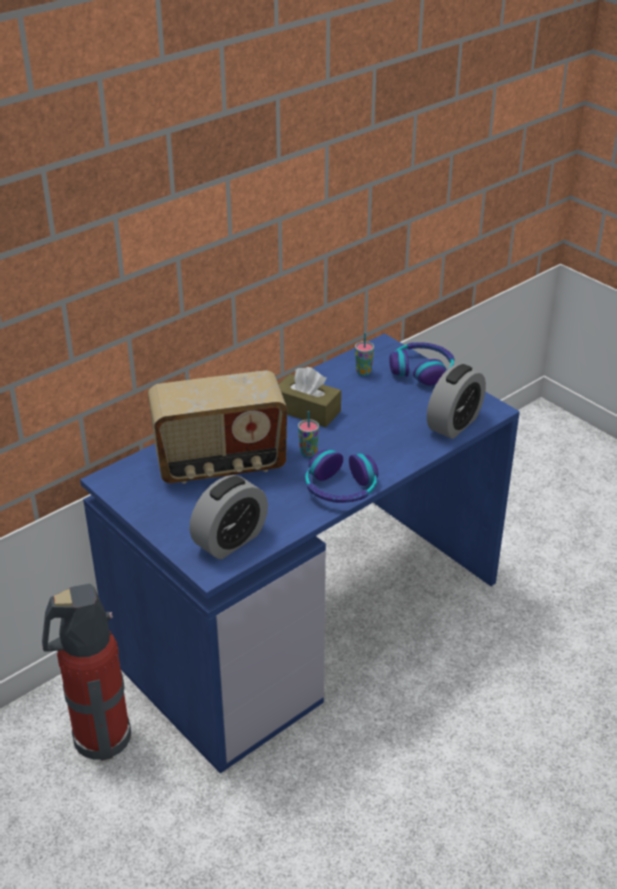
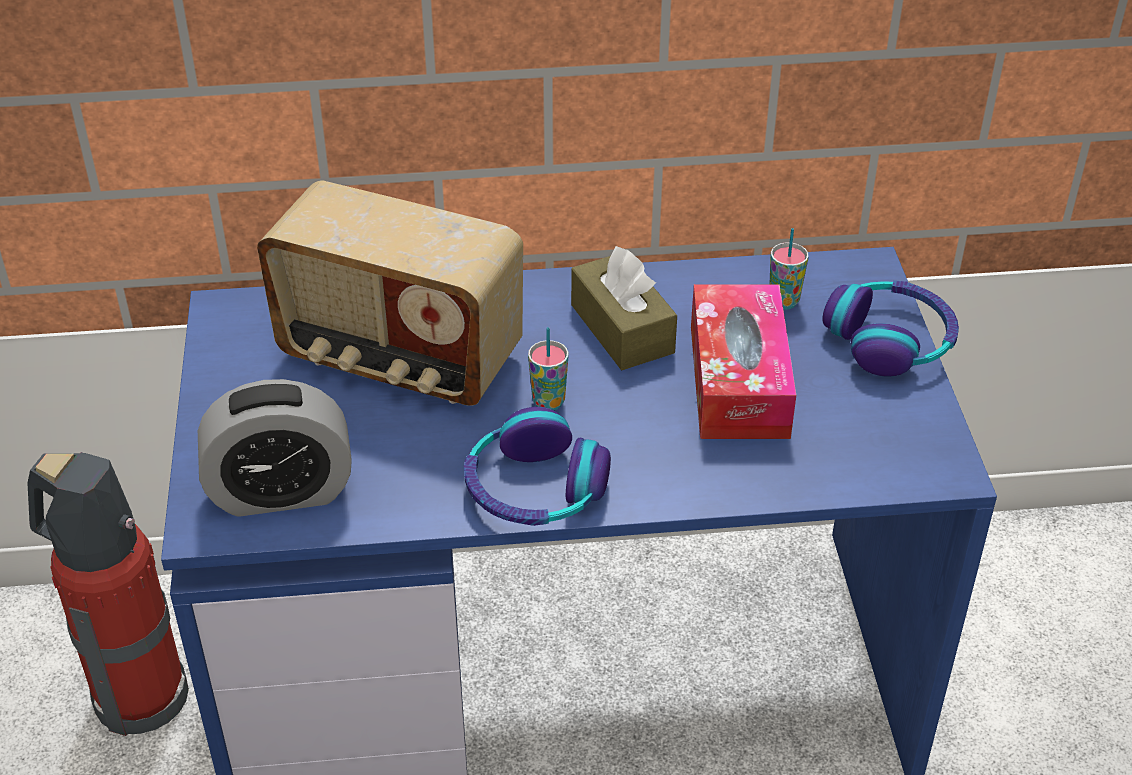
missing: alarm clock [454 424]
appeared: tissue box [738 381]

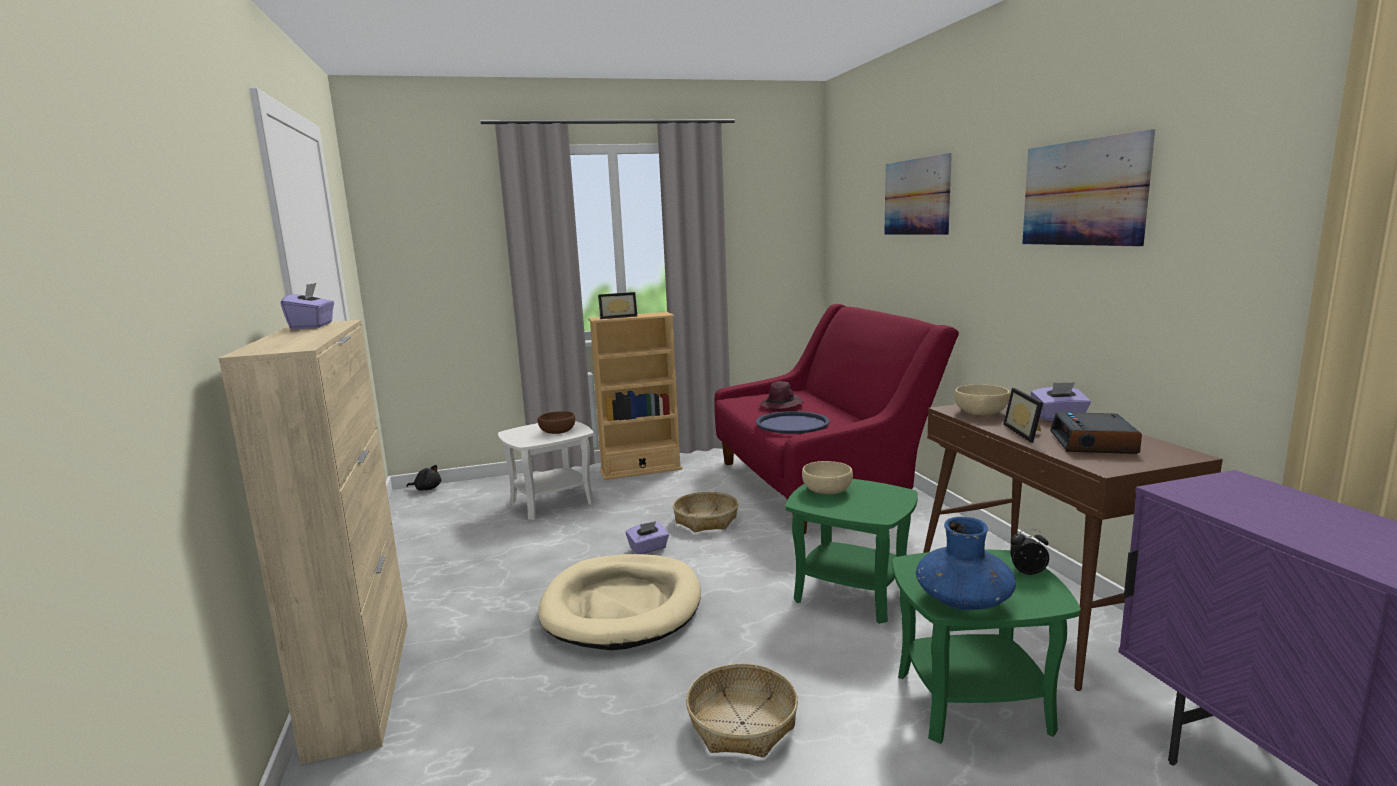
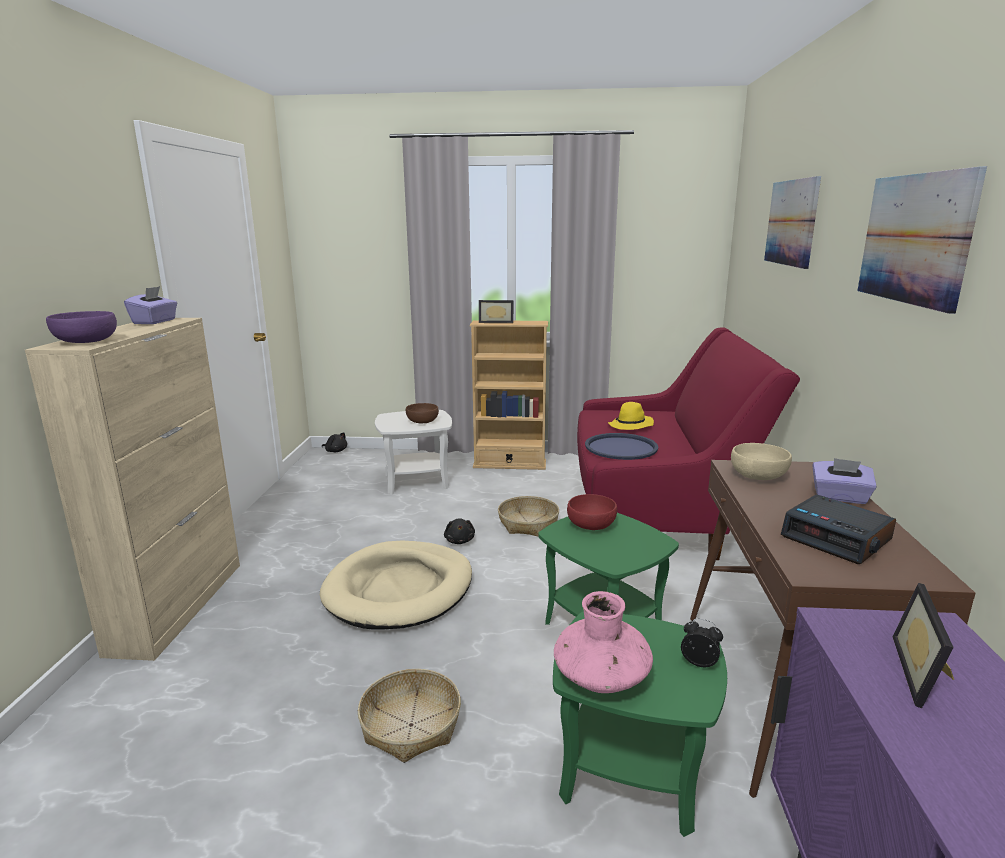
appeared: purple bowl [86 342]
relocated: picture frame [1027 433] to [926 674]
exchanged: purple tissue box [648 549] to black plush toy [459 541]
colour: blue vase [963 601] to pink vase [601 676]; beige bowl [826 490] to red bowl [591 524]; purple hat [781 405] to yellow hat [631 426]
spun: alarm clock [1094 443] = [837 538] 75 degrees counterclockwise

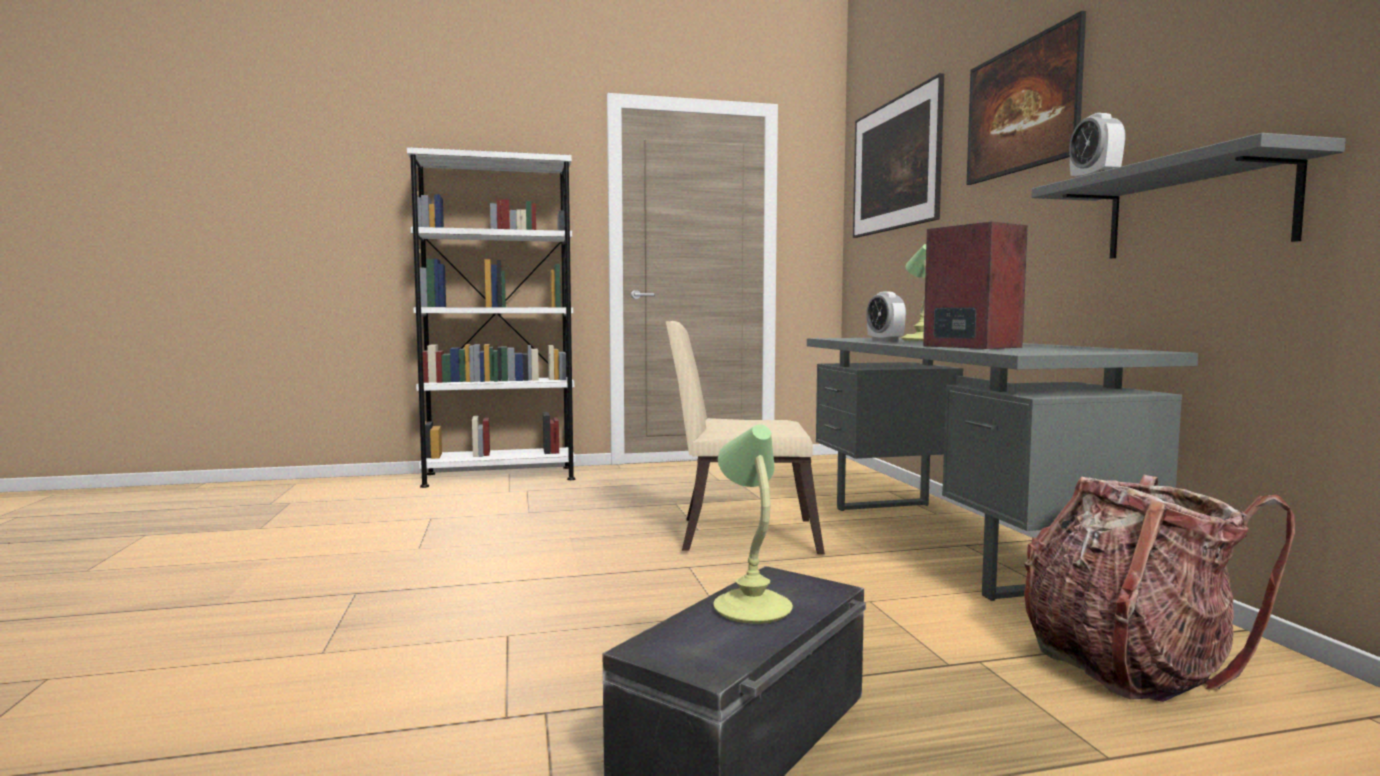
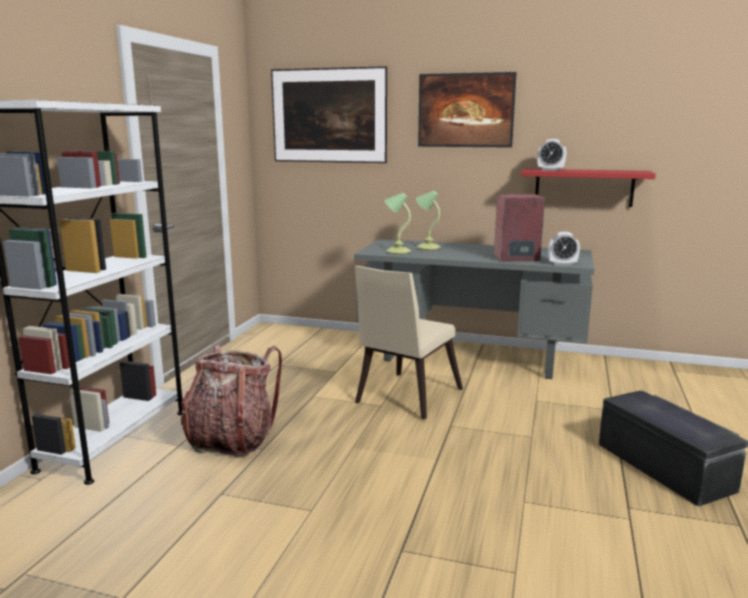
relocated: backpack [1128 665] to [231 440]; table lamp [752 608] to [397 251]; alarm clock [885 341] to [562 264]
colour: grey shelf [1196 210] to red shelf [584 187]

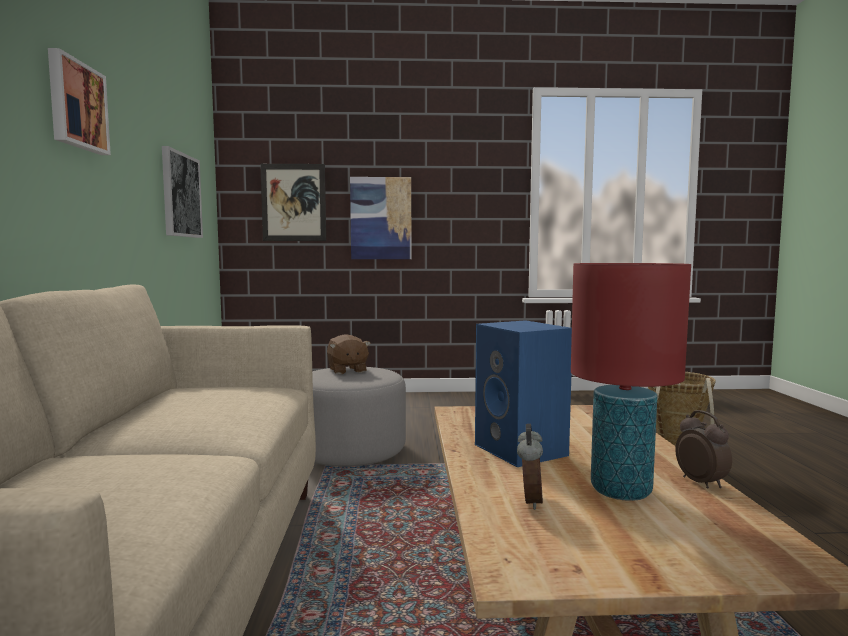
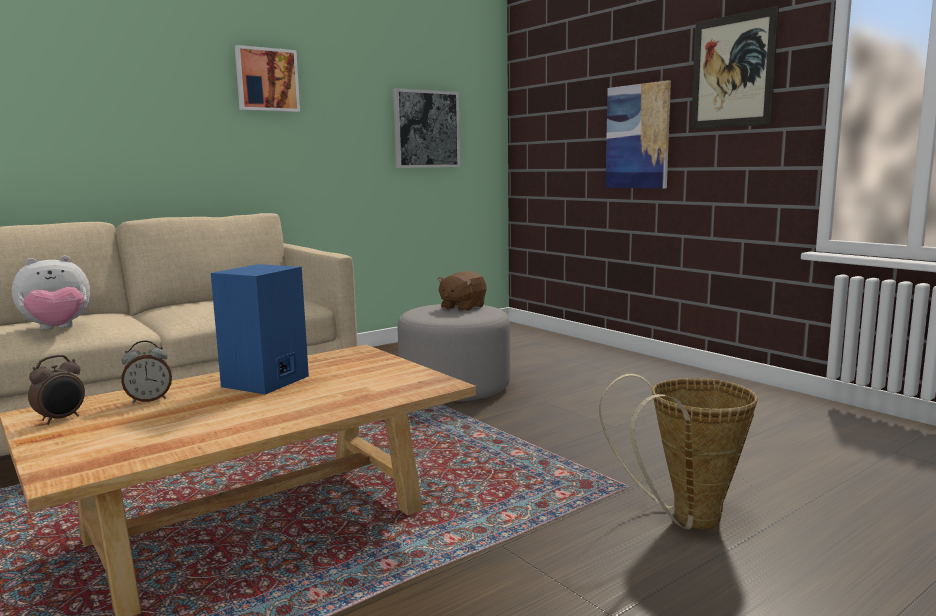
missing: red table lamp [620 490]
appeared: plush toy [57 329]
relocated: alarm clock [701 482] to [61 419]; picture [293 202] to [732 71]

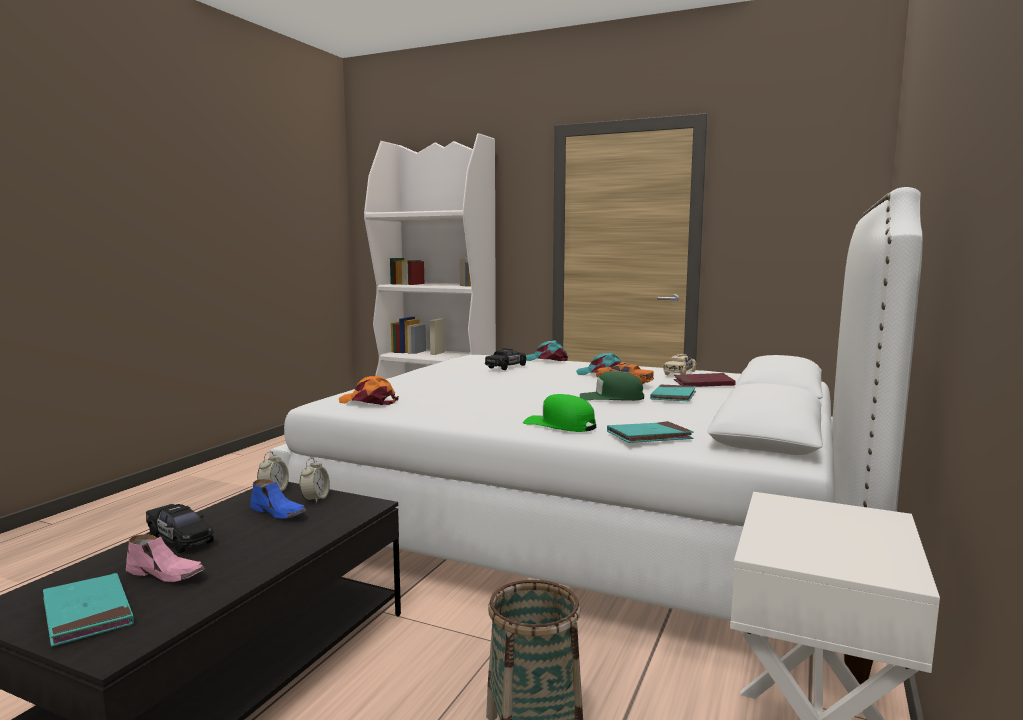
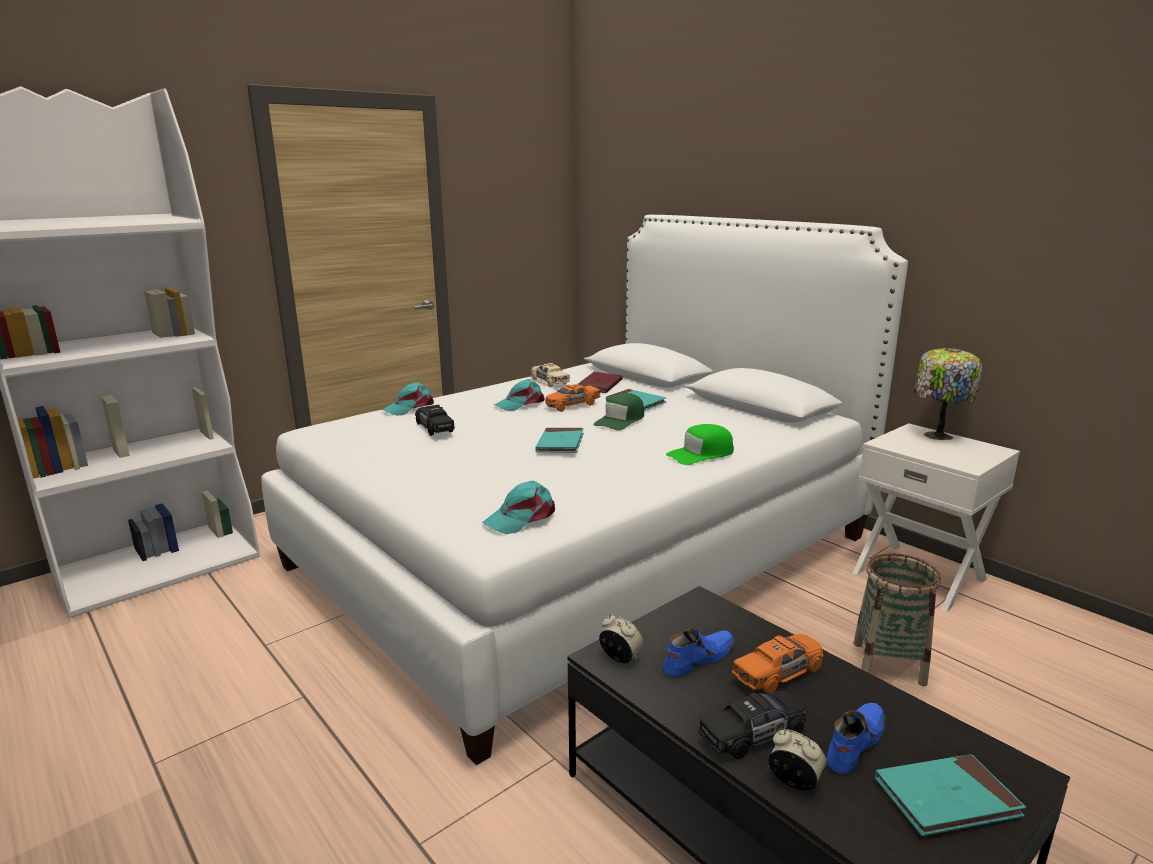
appeared: orange toy car [778 673]; table lamp [937 436]
relocated: turquoise book [649 437] to [560 444]; alarm clock [315 499] to [794 781]
colour: orange cap [368 402] to turquoise cap [522 517]; pink shoe [167 574] to blue shoe [853 743]

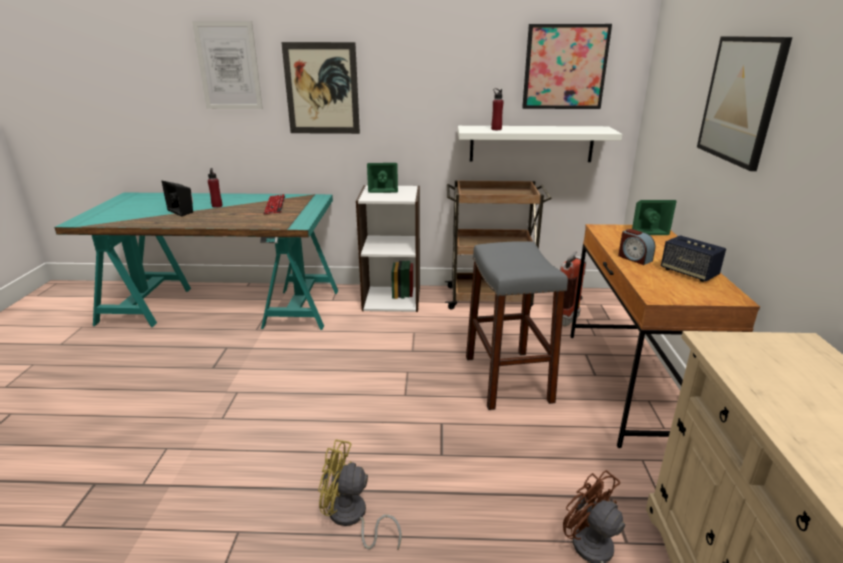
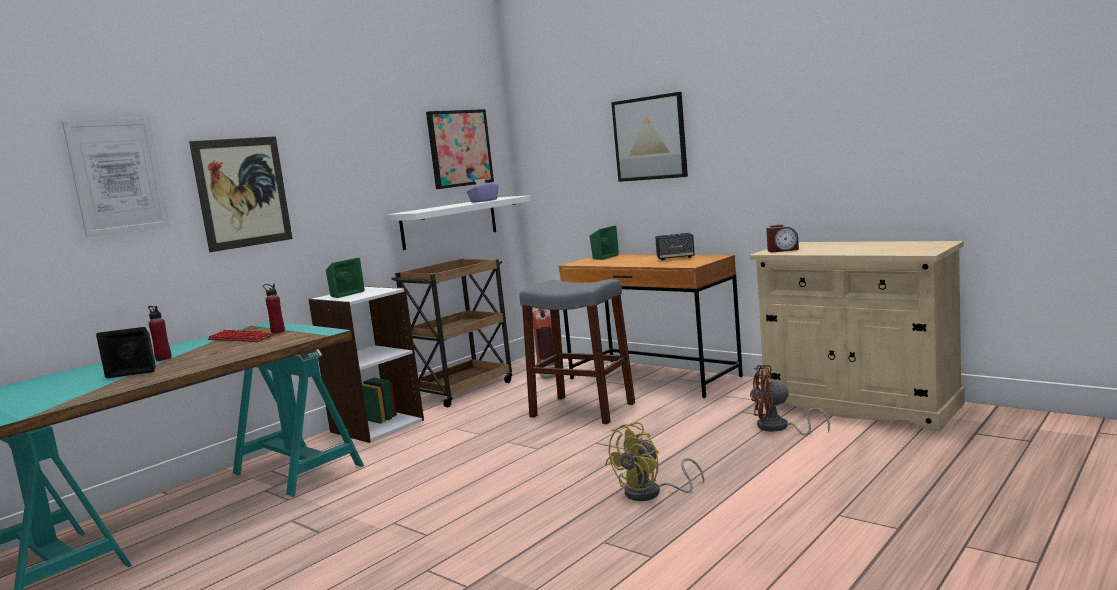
appeared: purple tissue box [483 201]
relocated: red bottle [496 129] to [278 332]; alarm clock [634 258] to [782 250]

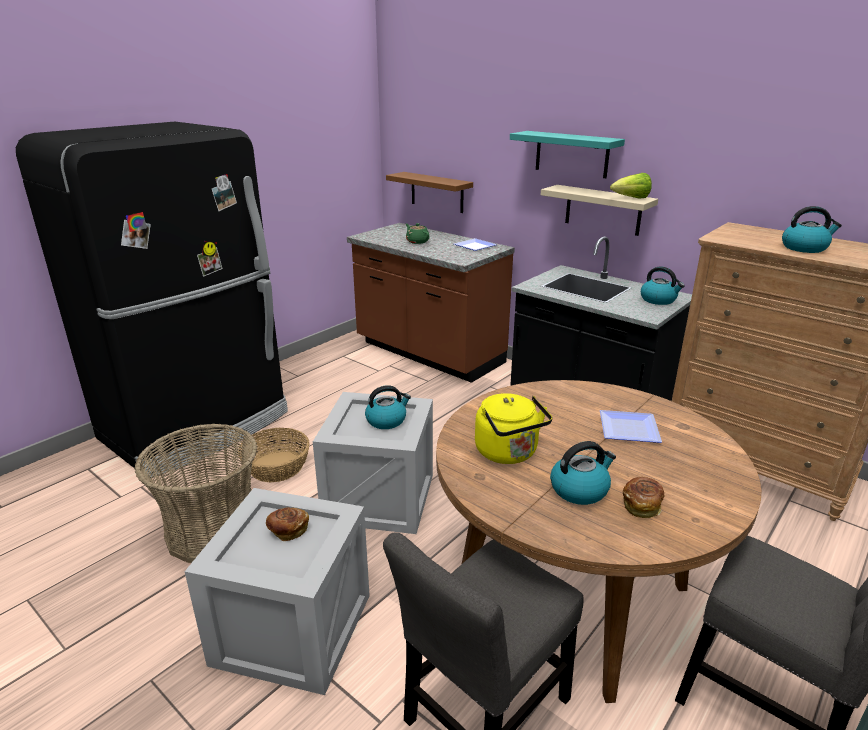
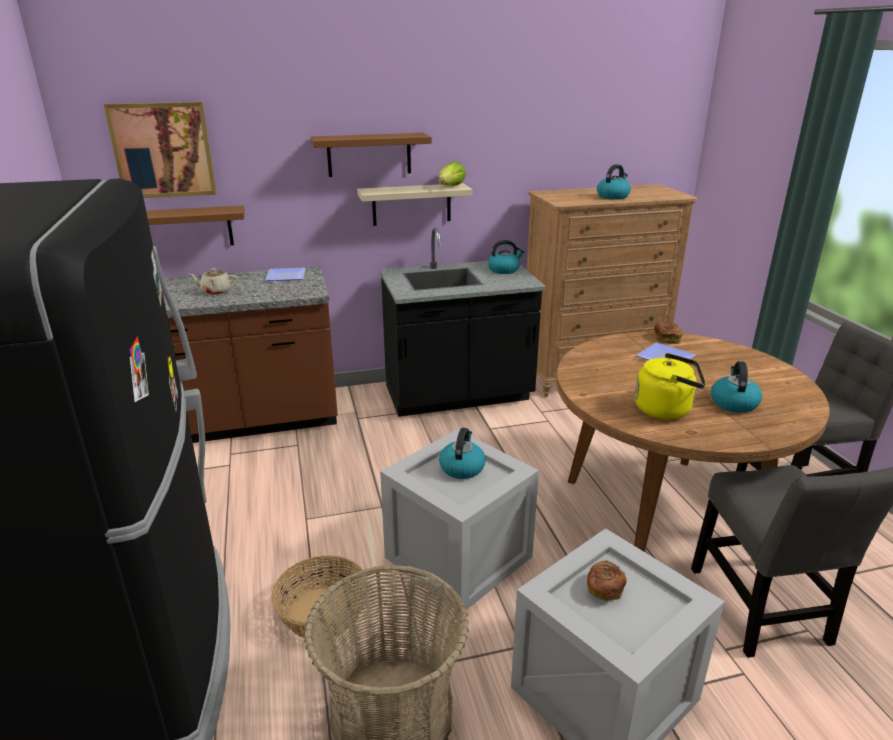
appeared: picture [163 150]
relocated: bread [642 505] to [666 338]
colour: green teapot [417 241] to beige teapot [216 291]; turquoise shelf [571 154] to brown shelf [369 155]

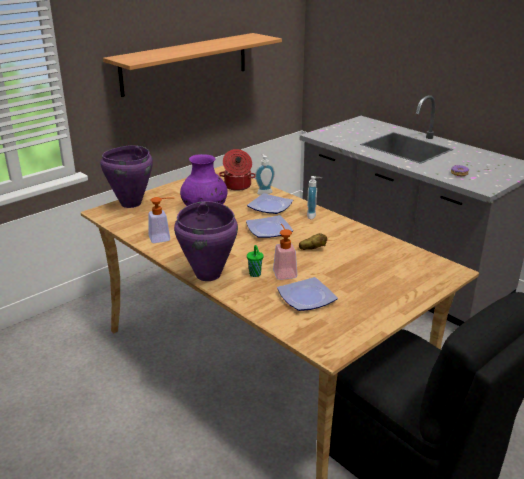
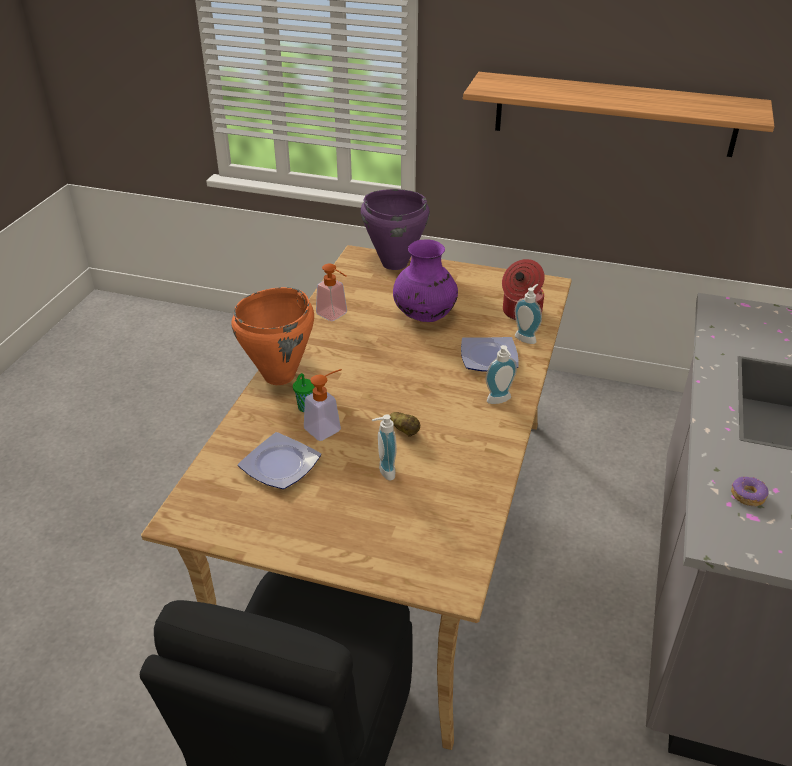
missing: plate [270 230]
appeared: soap dispenser [383 471]
colour: purple cooking pot [208 274] to orange cooking pot [280 376]

